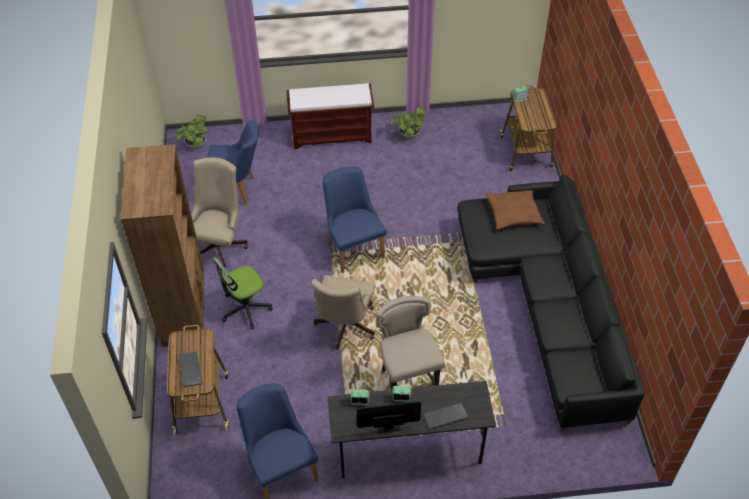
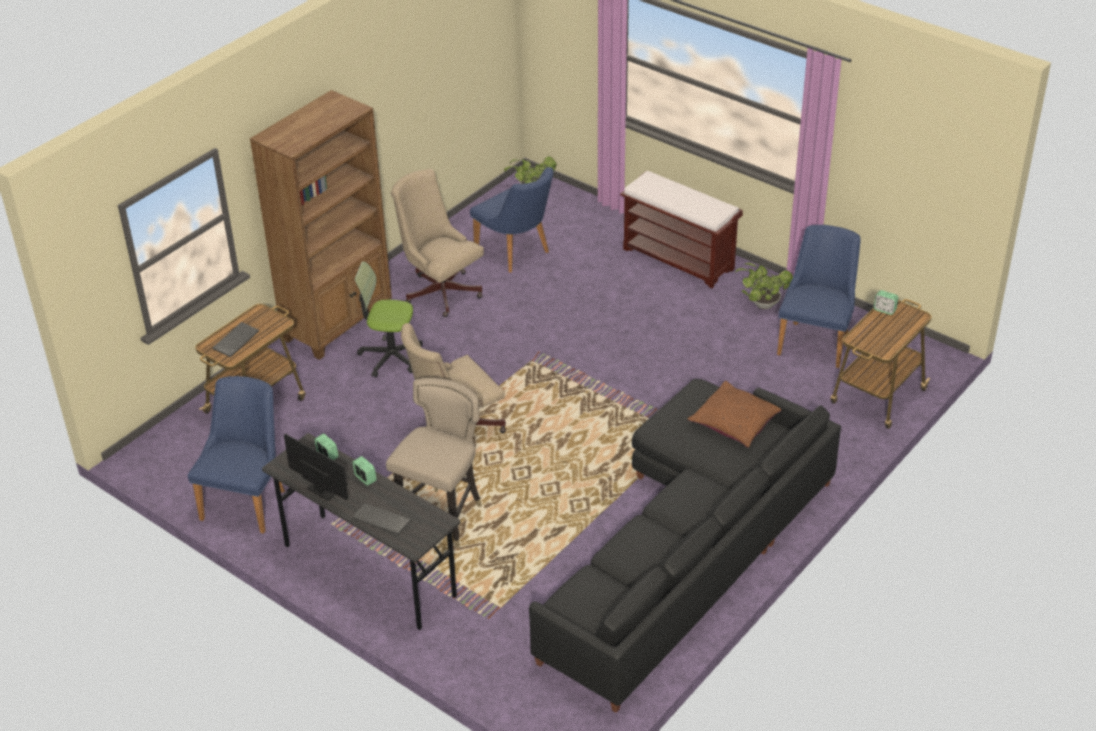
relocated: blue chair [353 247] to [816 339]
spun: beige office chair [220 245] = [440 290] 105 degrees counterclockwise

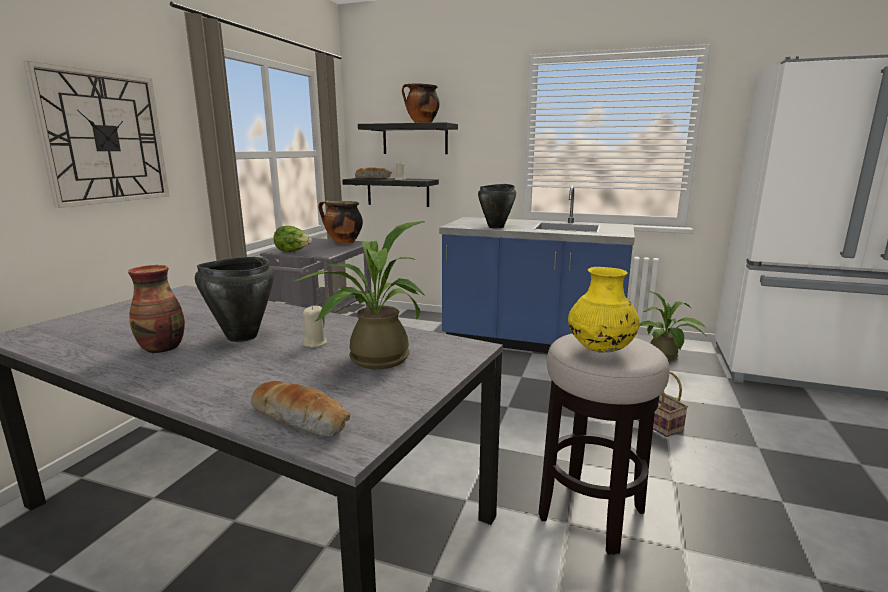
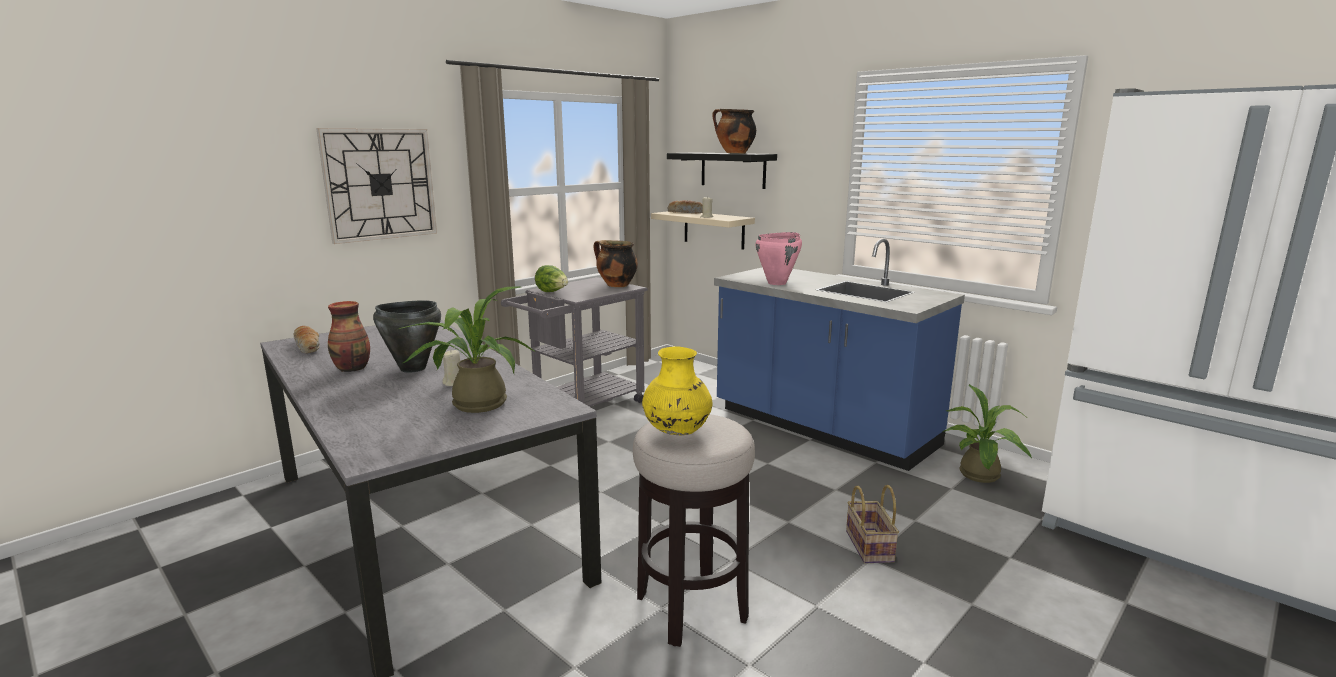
relocated: bread [301 419] to [308 347]
colour: black shelf [398 192] to beige shelf [714 229]; black cooking pot [496 227] to pink cooking pot [777 283]

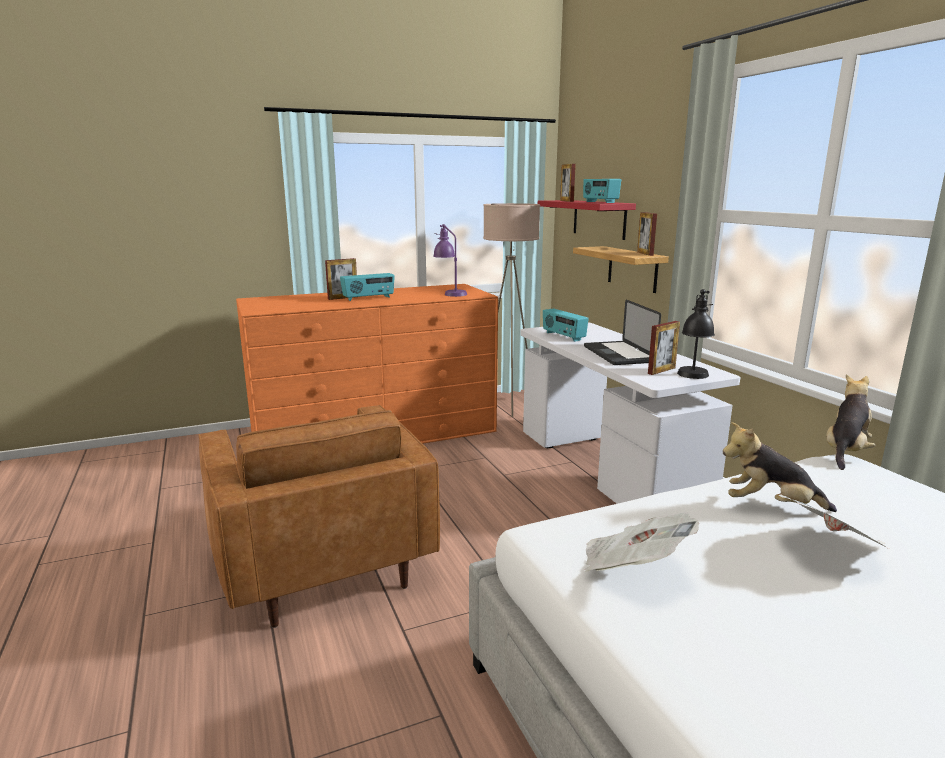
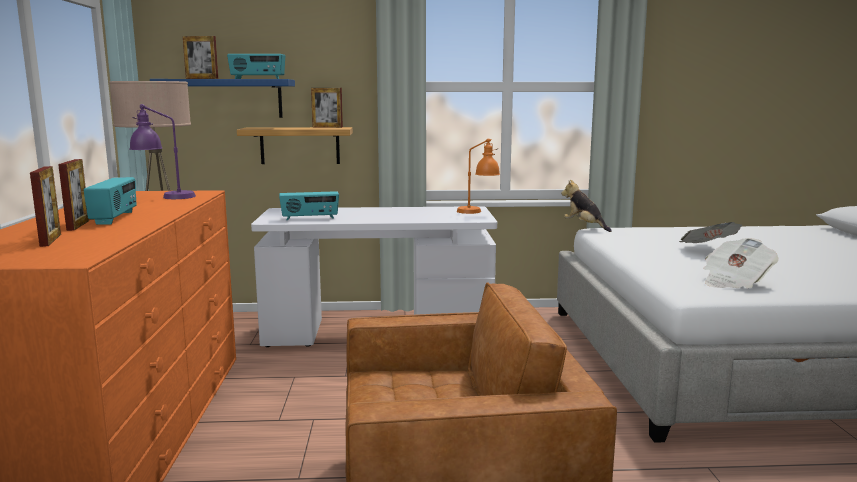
missing: laptop [618 354]; plush toy [770 505]
relocated: picture frame [661 371] to [50 240]
colour: red shelf [599 219] to blue shelf [231 99]; black table lamp [693 378] to orange table lamp [478 212]

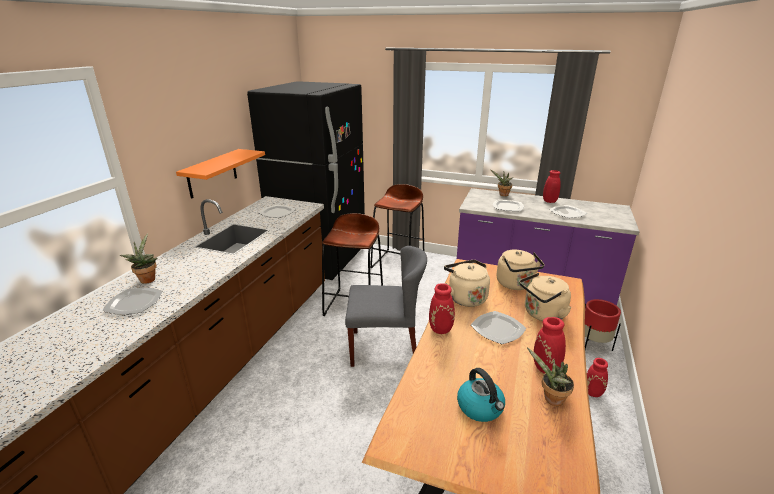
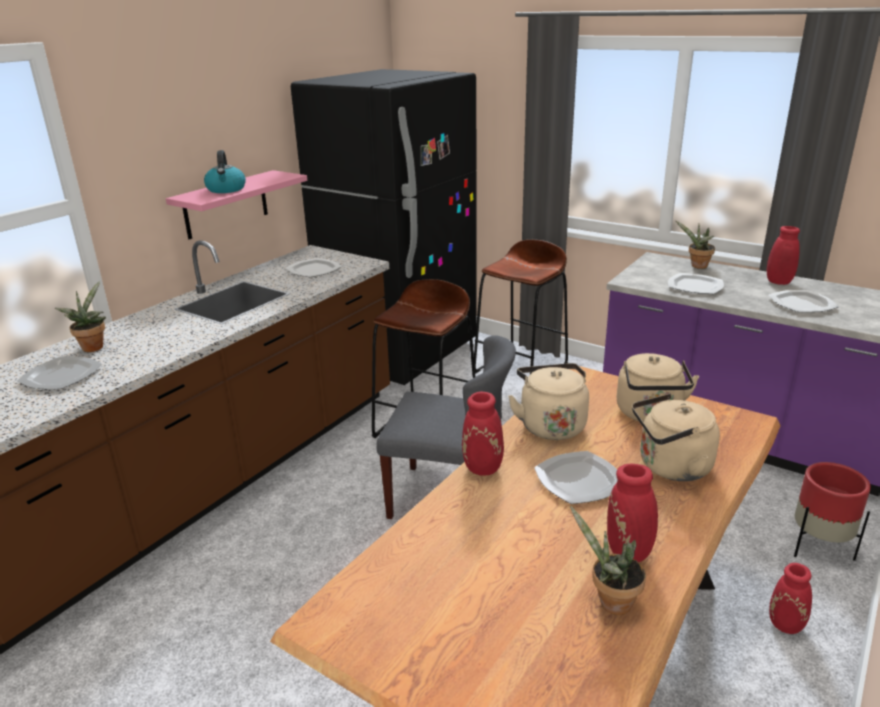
relocated: kettle [480 408] to [226 189]
colour: orange shelf [212 173] to pink shelf [226 204]

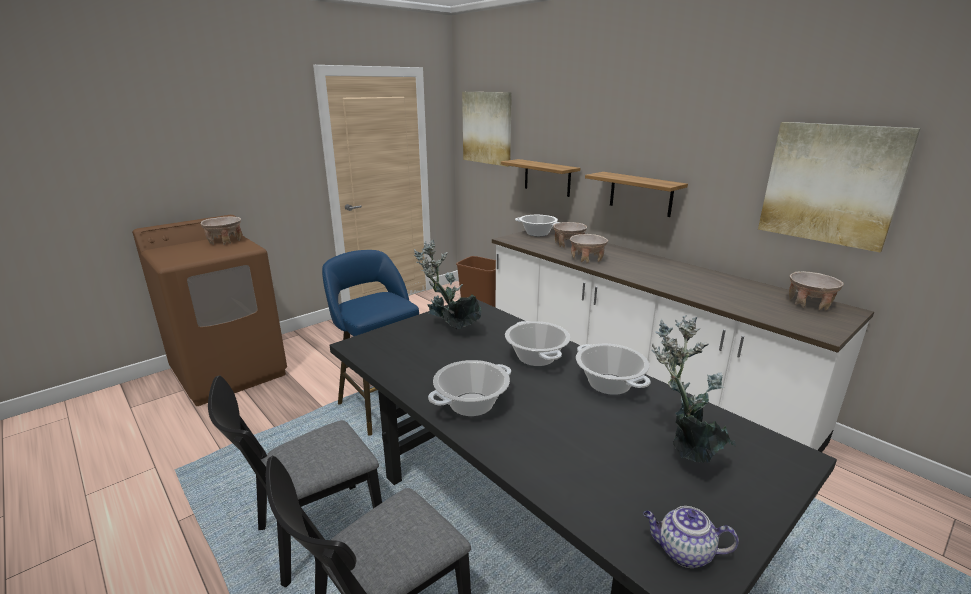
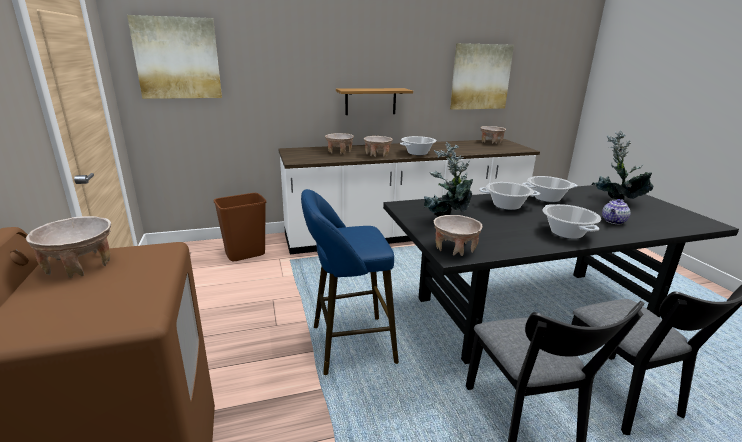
missing: shelf [547 177]
appeared: beige bowl [454 248]
relocated: cooking pot [537 233] to [417 153]; teapot [683 552] to [613 221]

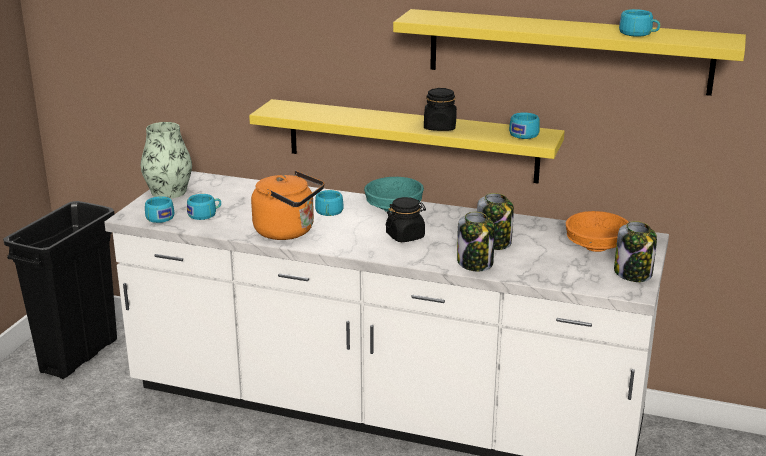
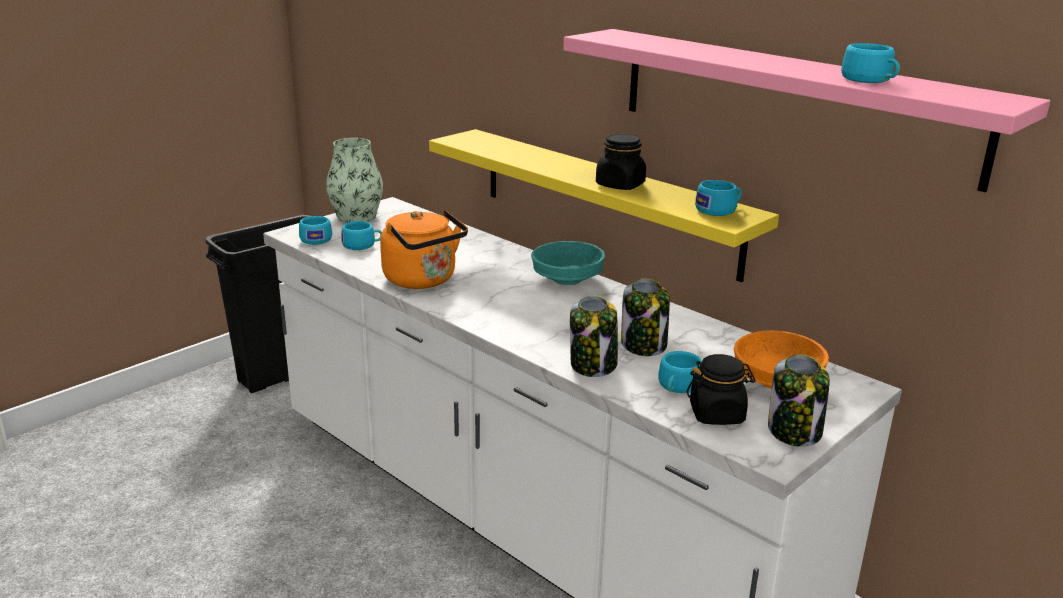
relocated: turquoise cup [329 213] to [677 387]; black jar [405 236] to [717 414]
colour: yellow shelf [568 51] to pink shelf [791 102]

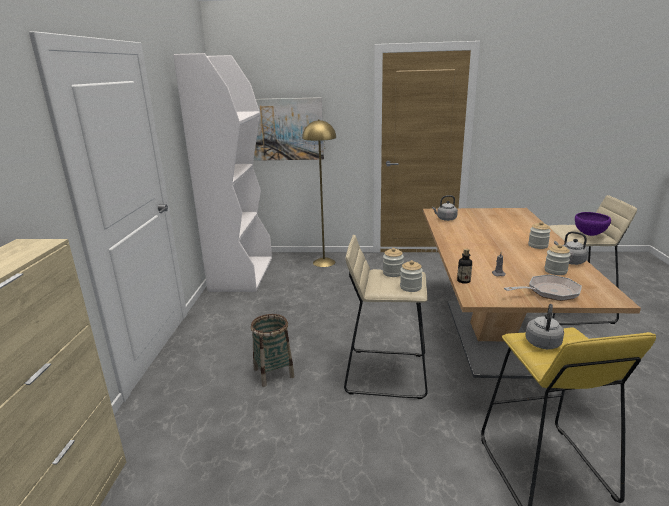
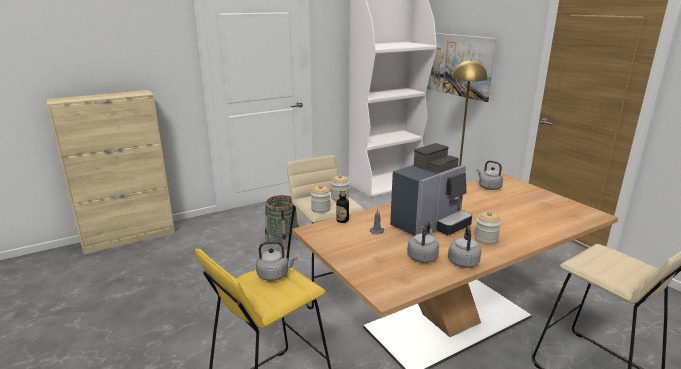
missing: frying pan [549 292]; purple bowl [589 235]
appeared: coffee machine [430 224]
exchanged: jar [555 271] to grey kettle [423 257]

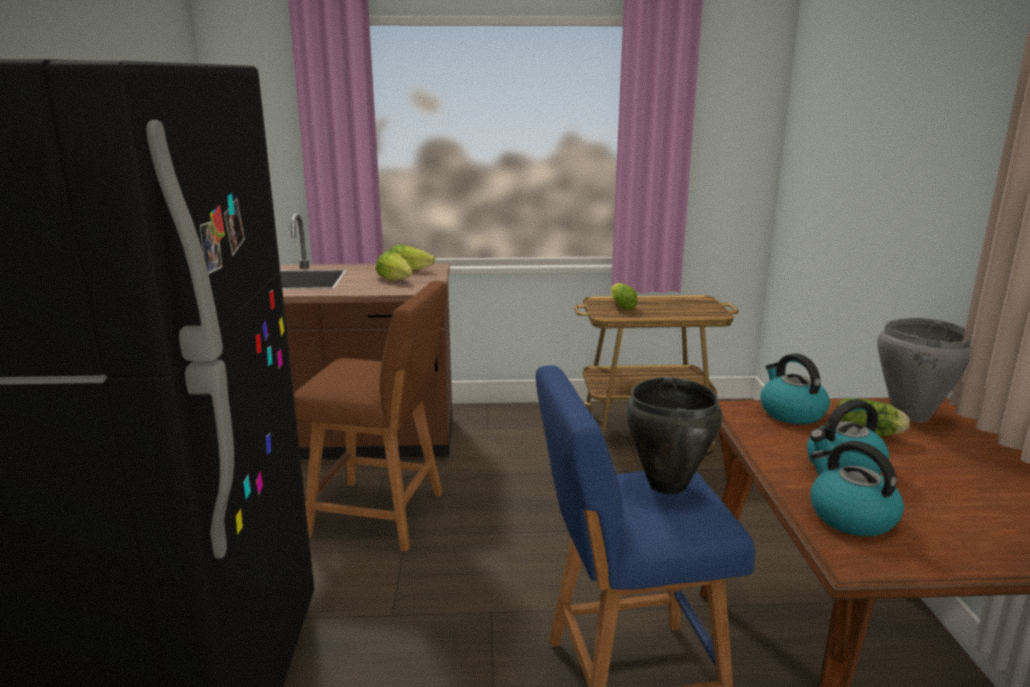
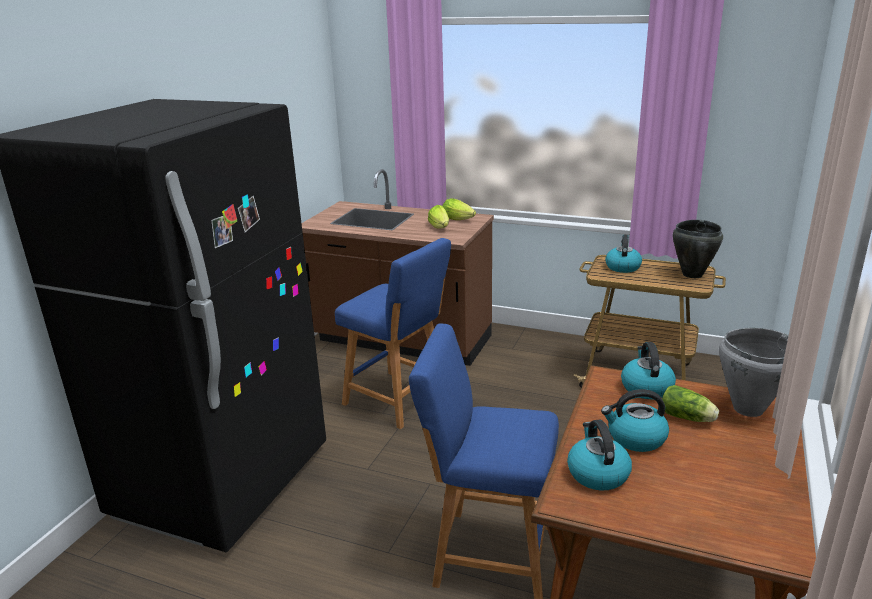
relocated: black cooking pot [666 485] to [692 274]
exchanged: lettuce [621 305] to kettle [622 267]
colour: brown stool [383 515] to blue stool [399 400]

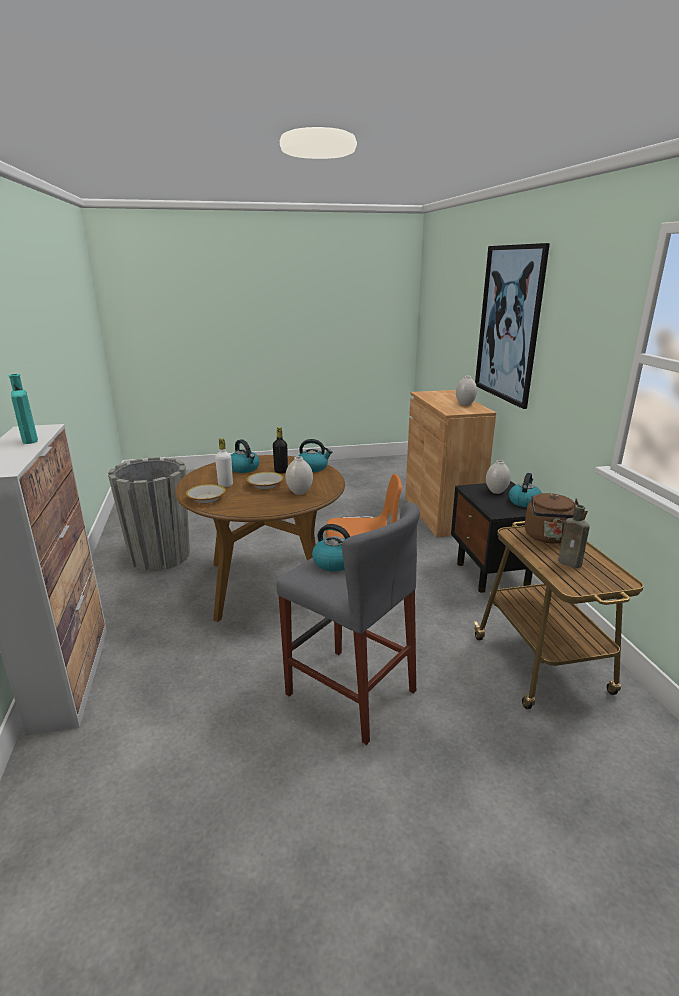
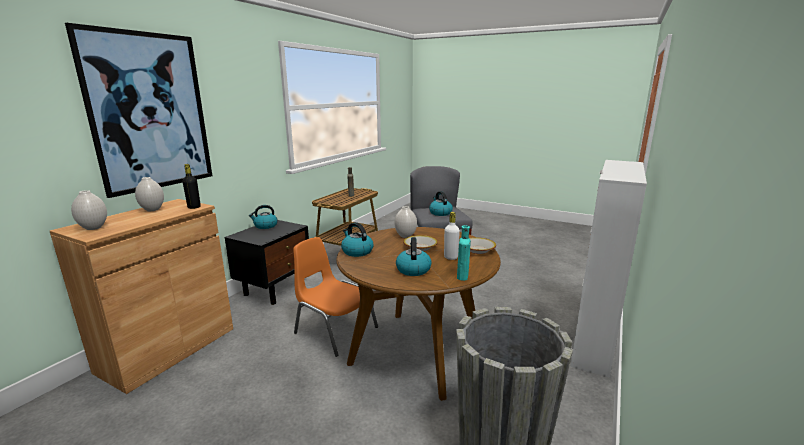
missing: brown kettle [549 538]
relocated: white vase [496 491] to [93 228]; black bottle [281 471] to [194 207]; turquoise bottle [29 440] to [462 277]

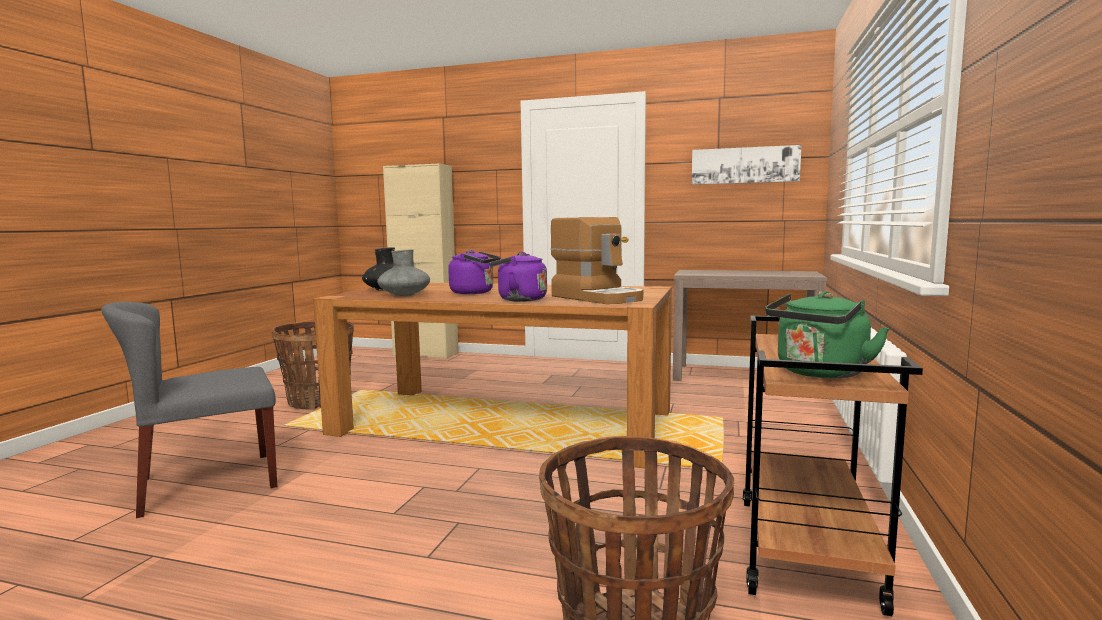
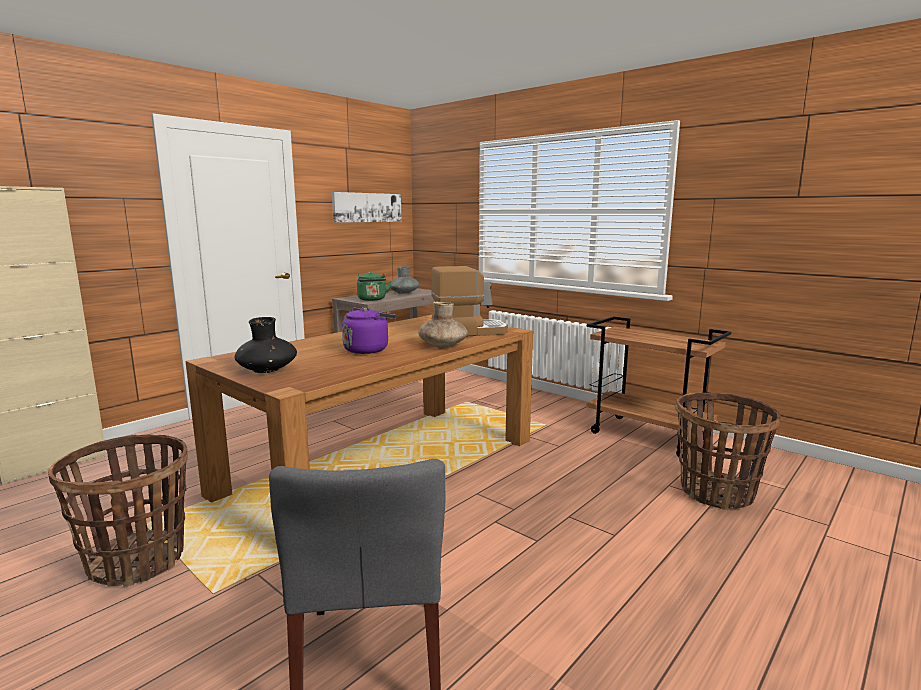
relocated: green kettle [819 373] to [372 299]; grey vase [404 295] to [404 293]
exchanged: purple kettle [519 299] to brown vase [443 345]

